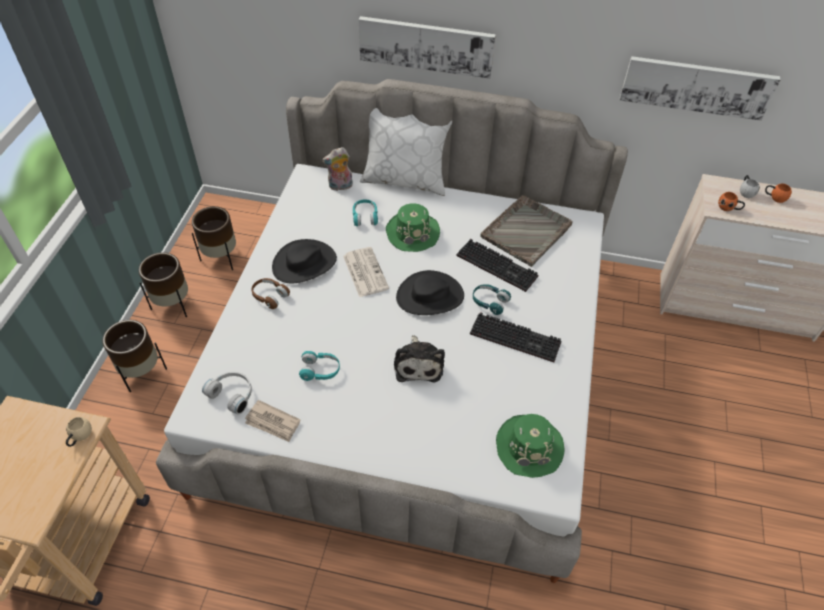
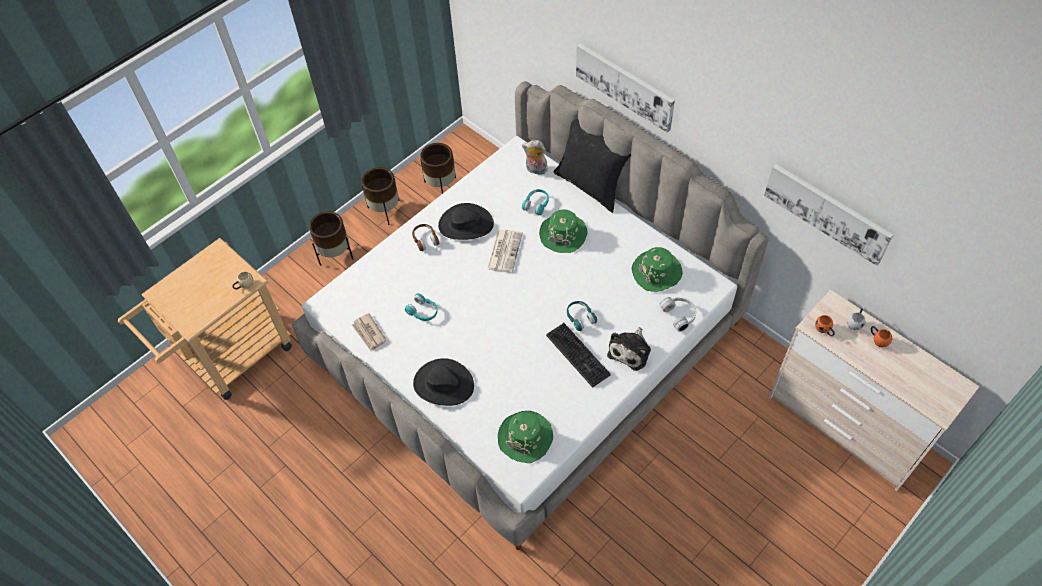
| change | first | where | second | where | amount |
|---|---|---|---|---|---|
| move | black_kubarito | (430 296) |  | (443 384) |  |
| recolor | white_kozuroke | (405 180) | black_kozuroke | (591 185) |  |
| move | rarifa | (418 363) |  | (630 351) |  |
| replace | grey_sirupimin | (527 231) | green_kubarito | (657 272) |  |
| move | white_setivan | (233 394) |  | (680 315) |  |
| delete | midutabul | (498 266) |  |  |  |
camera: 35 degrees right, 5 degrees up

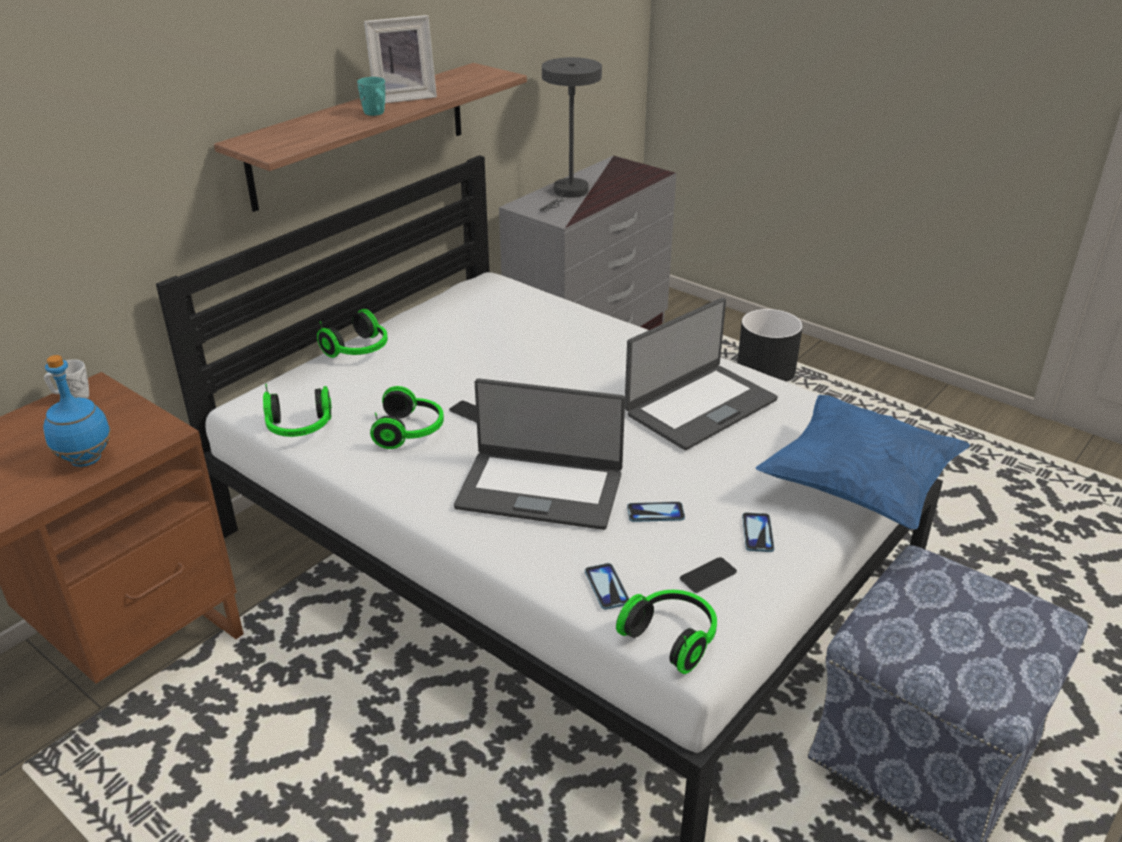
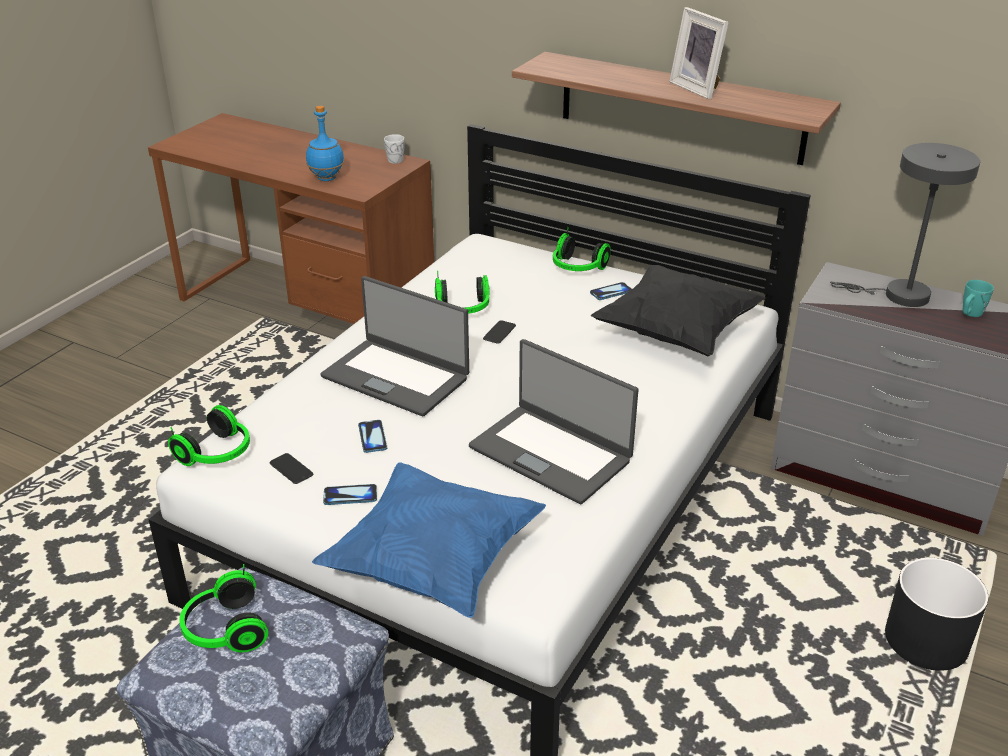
| change | first | where | second | where | amount |
|---|---|---|---|---|---|
| move | setivan | (299 429) |  | (224 630) |  |
| rotate | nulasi | (540 489) |  | (396 376) | 60 degrees counterclockwise |
| move | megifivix | (606 587) |  | (611 292) |  |
| insert |  |  | black_kozuroke | (676 333) |  |
| move | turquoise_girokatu | (376 114) |  | (970 314) |  |
camera: 80 degrees right, 0 degrees up

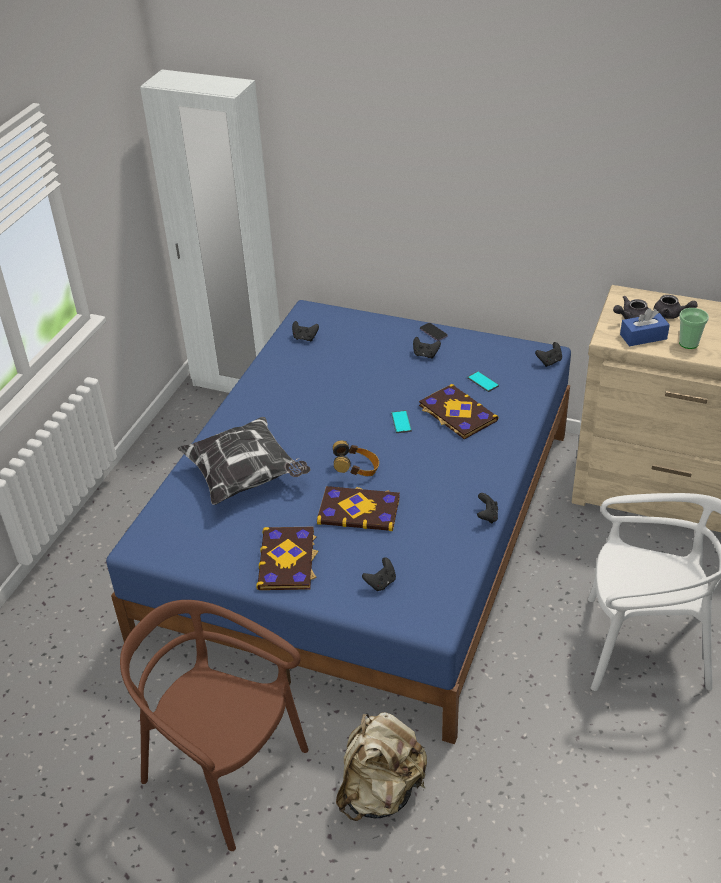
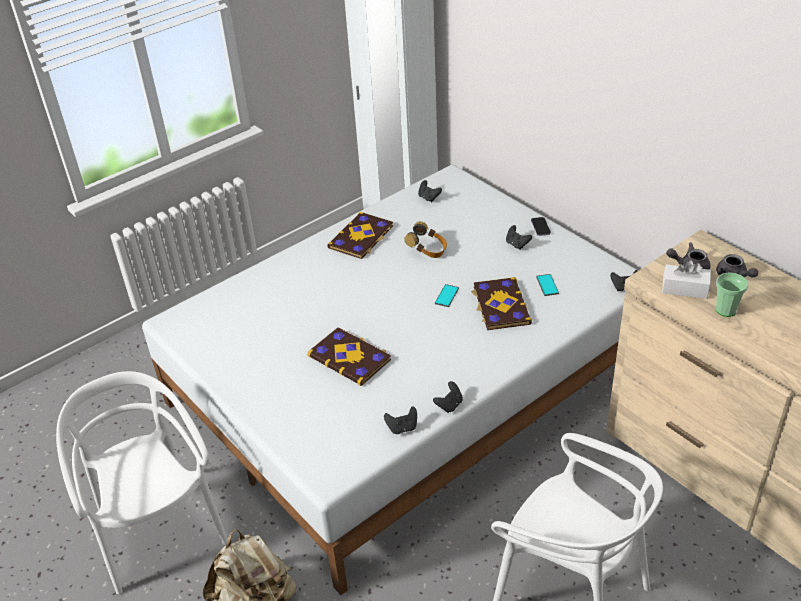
| change | first | where | second | where | amount |
|---|---|---|---|---|---|
| recolor | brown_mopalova | (224 772) | white_mopalova | (158 530) |  |
| recolor | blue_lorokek | (366 532) | white_lorokek | (407 386) |  |
| move | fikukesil | (288 560) |  | (361 237) |  |
| move | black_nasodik | (381 583) |  | (402 428) |  |
| move | setivan | (356 470) |  | (428 251) |  |
| recolor | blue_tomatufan | (643 337) | white_tomatufan | (685 288) |  |
| delete | kozuroke | (245 477) |  |  |  |
camera: 30 degrees right, 0 degrees up

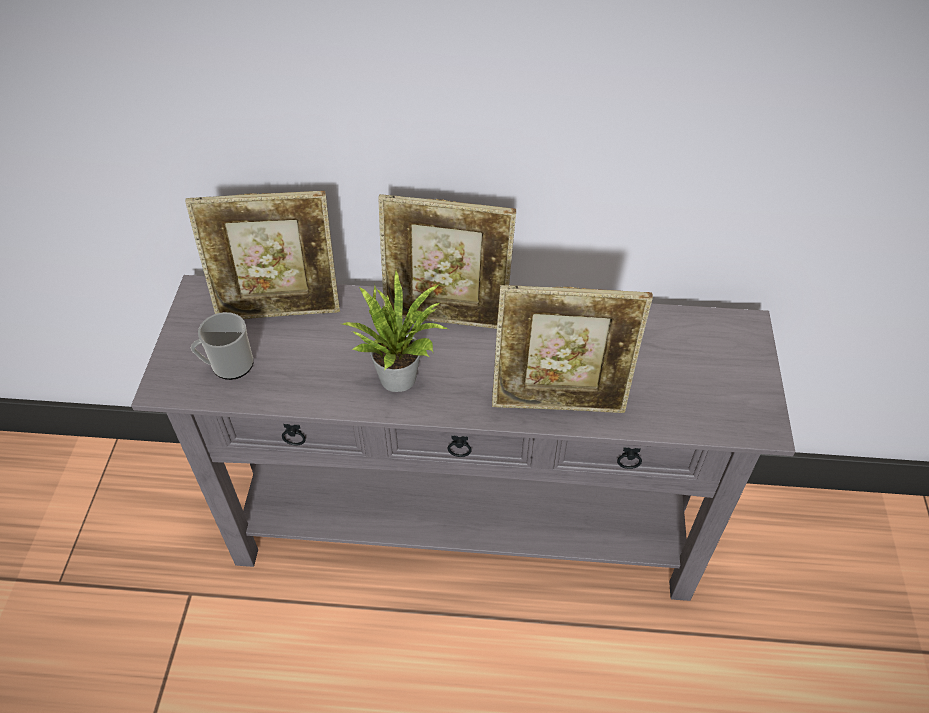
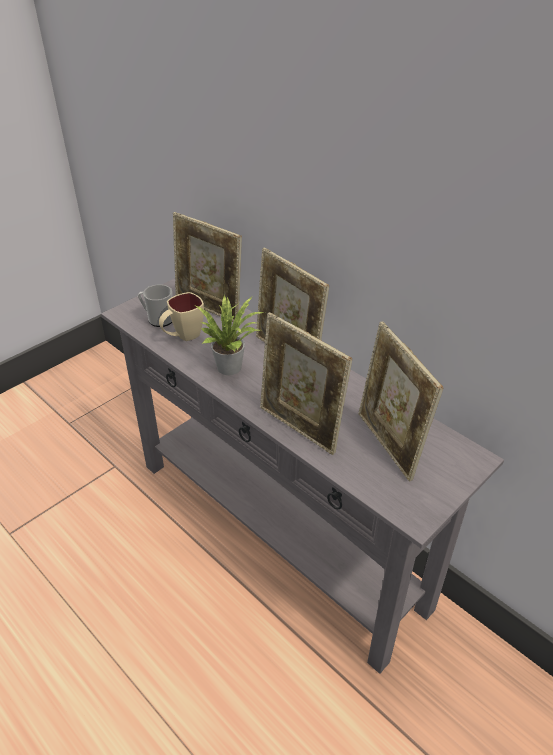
| change | first | where | second | where | amount |
|---|---|---|---|---|---|
| insert |  |  | beige_girokatu | (183 337) |  |
| insert |  |  | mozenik | (388 445) |  |
camera: 40 degrees right, 10 degrees down

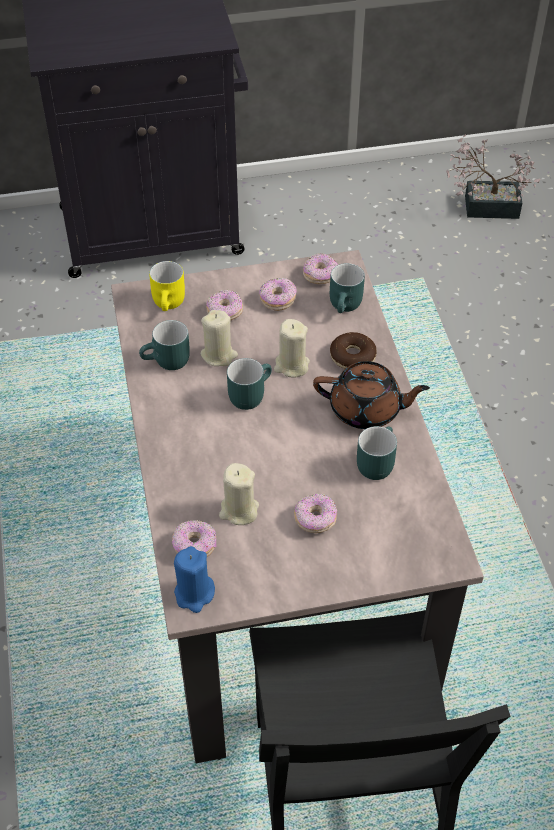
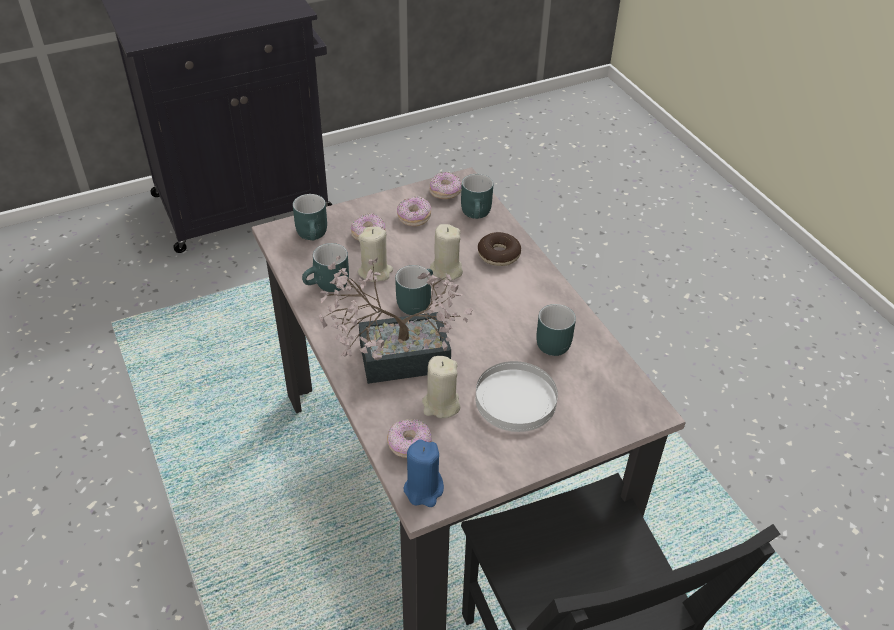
| change | first | where | second | where | amount |
|---|---|---|---|---|---|
| recolor | yellow_girokatu | (170 303) | turquoise_girokatu | (314 234) |  |
| move | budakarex | (484 206) |  | (392 358) |  |
| replace | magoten | (315 519) | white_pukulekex | (515 400) |  |
| delete | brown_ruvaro | (366 410) |  |  |  |
camera: 15 degrees left, 5 degrees down

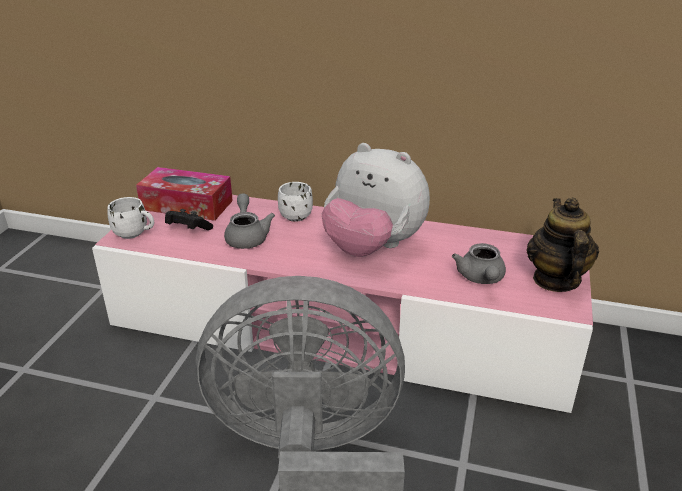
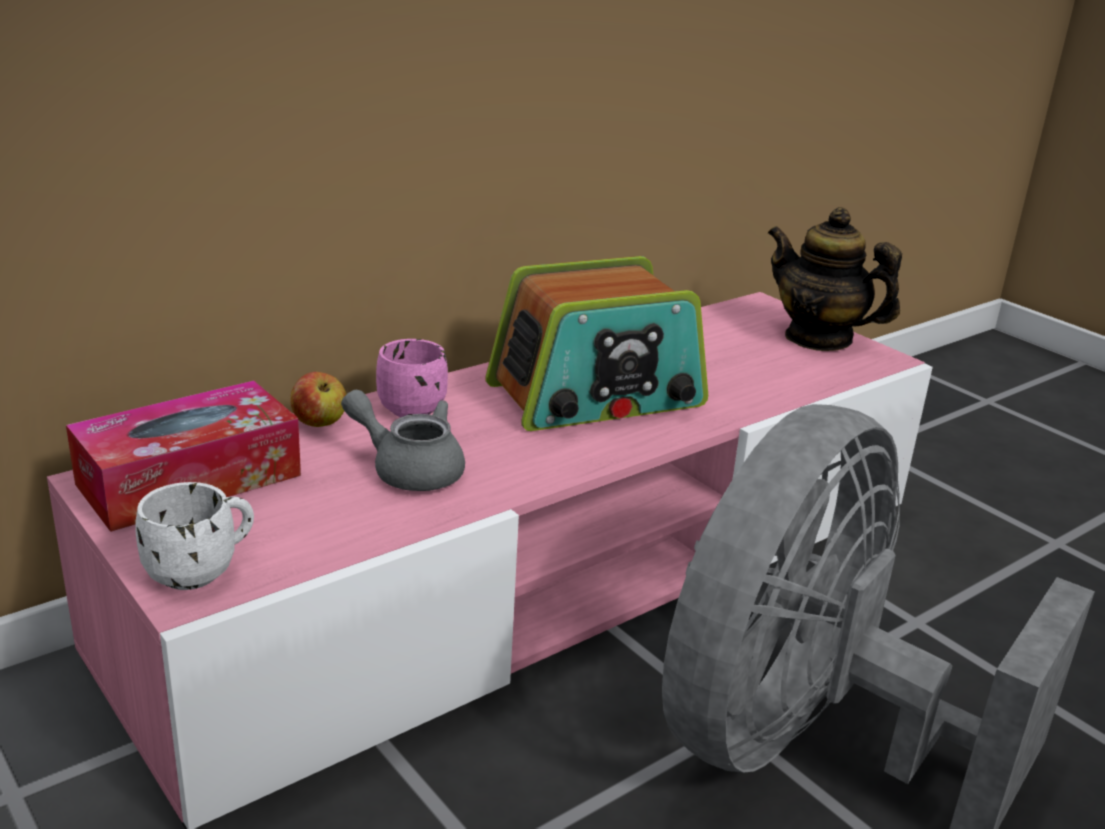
| change | first | where | second | where | amount |
|---|---|---|---|---|---|
| insert |  |  | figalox | (319 423) |  |
| recolor | white_girokatu | (298 214) | pink_girokatu | (409 405) |  |
| replace | rarifa | (373 247) | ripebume | (597 396) |  |
| delete | black_nasodik | (187 230) |  |  |  |
| delete | grey_ruvaro | (481 279) |  |  |  |
camera: 55 degrees left, 5 degrees down

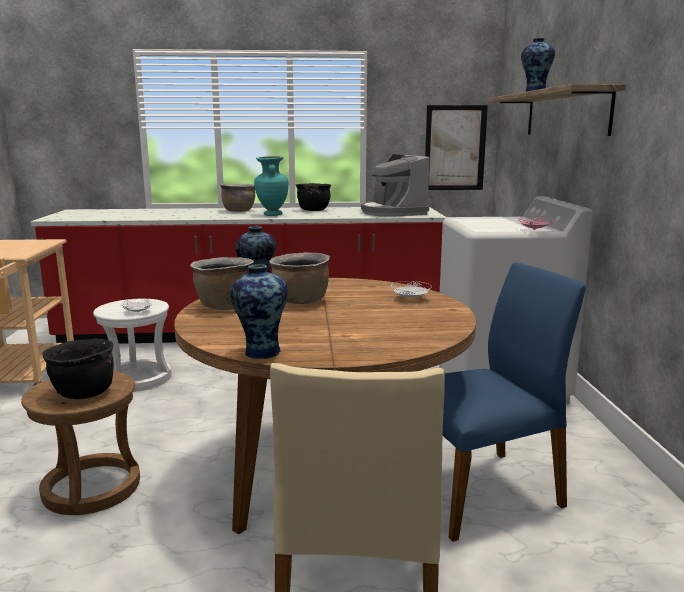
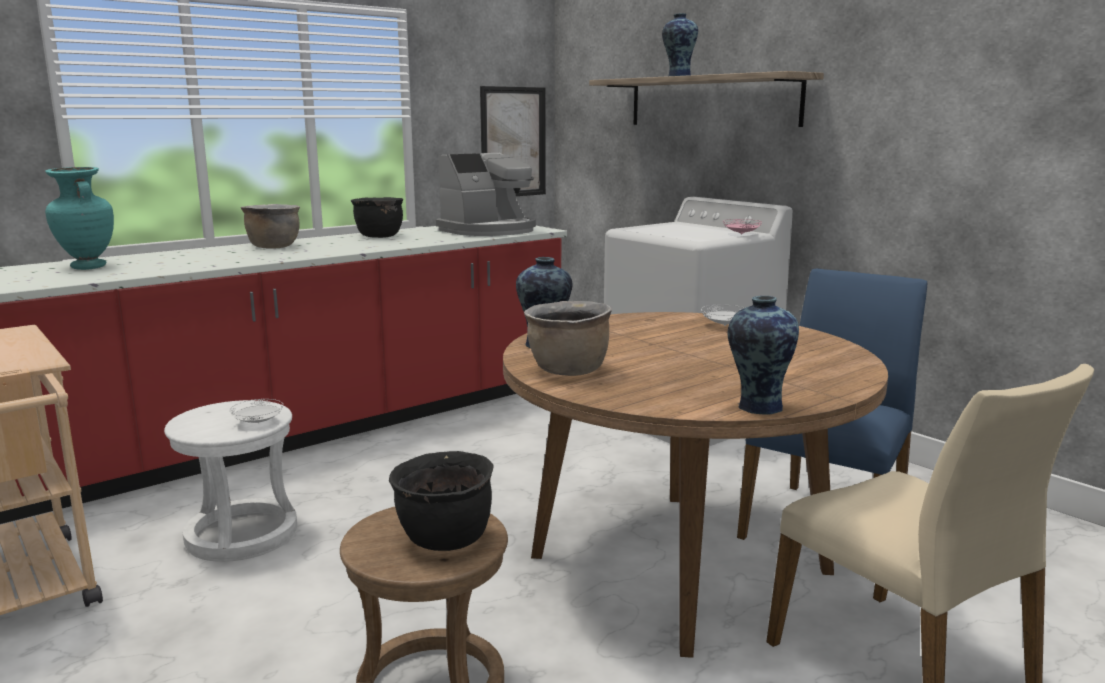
| change | first | where | second | where | amount |
|---|---|---|---|---|---|
| move | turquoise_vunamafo | (272 215) |  | (87 267) |  |
| rotate | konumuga | (392 212) |  | (489 230) | 75 degrees counterclockwise |
| delete | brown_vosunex | (301 301) |  |  |  |
camera: 35 degrees left, 0 degrees up

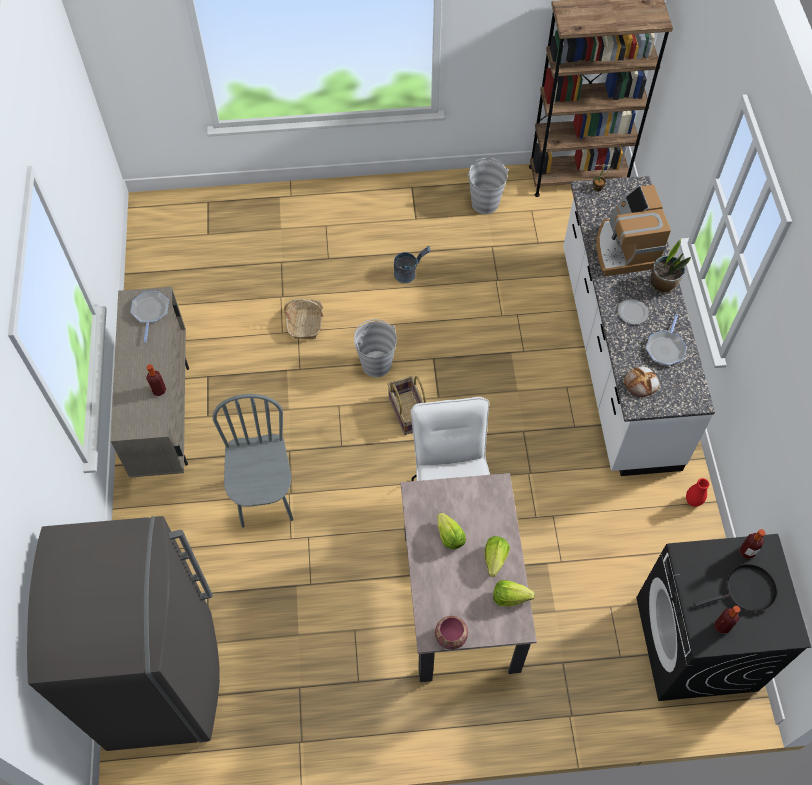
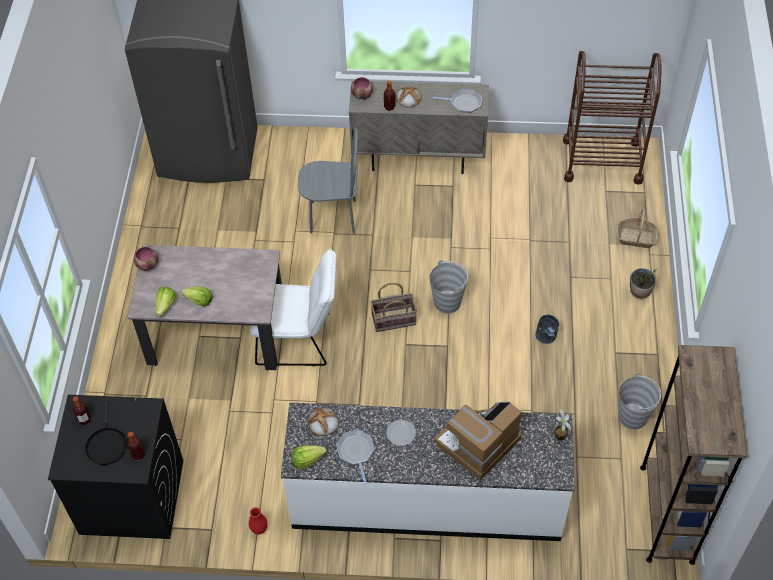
| change | first | where | second | where | amount |
|---|---|---|---|---|---|
| move | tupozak | (449 536) |  | (307 460) |  |
| rotate | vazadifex | (665 348) |  | (356 452) | 45 degrees clockwise |
| insert |  |  | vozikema | (362 95) |  |
| insert |  |  | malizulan | (408 98) |  |
| rotate | konumuga | (625 249) |  | (478 444) | 45 degrees counterclockwise |
| insert |  |  | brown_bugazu | (602 161) |  |
| move | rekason | (306 323) |  | (636 238) |  |
| move | budakarex | (663 284) |  | (640 291) |  |
camera: 100 degrees right, 5 degrees down

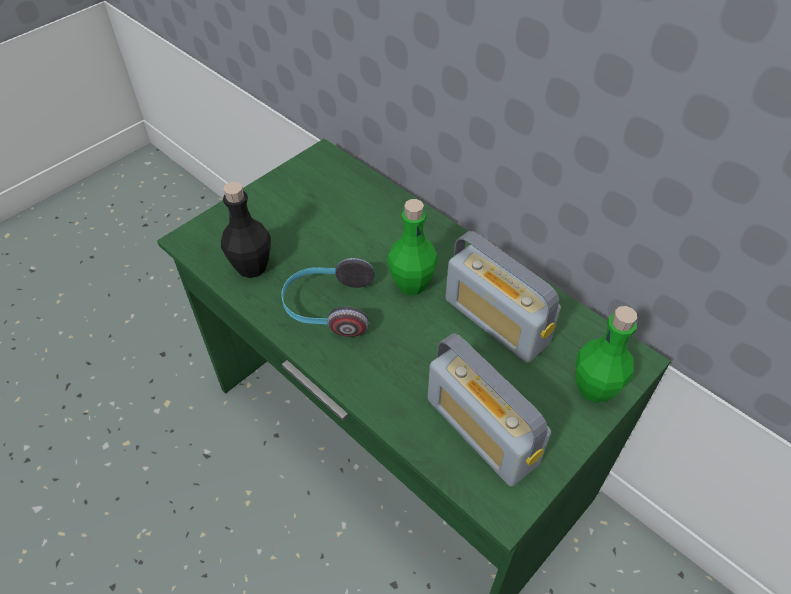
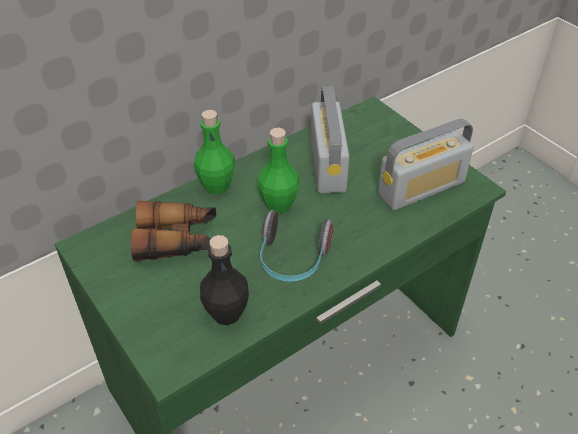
| change | first | where | second | where | amount |
|---|---|---|---|---|---|
| insert |  |  | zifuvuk | (177 239) |  |
| move | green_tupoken | (594 388) |  | (216 186) |  |
| rotate | ripebume | (496 321) |  | (327 164) | 60 degrees counterclockwise |
camera: 80 degrees left, 5 degrees down

